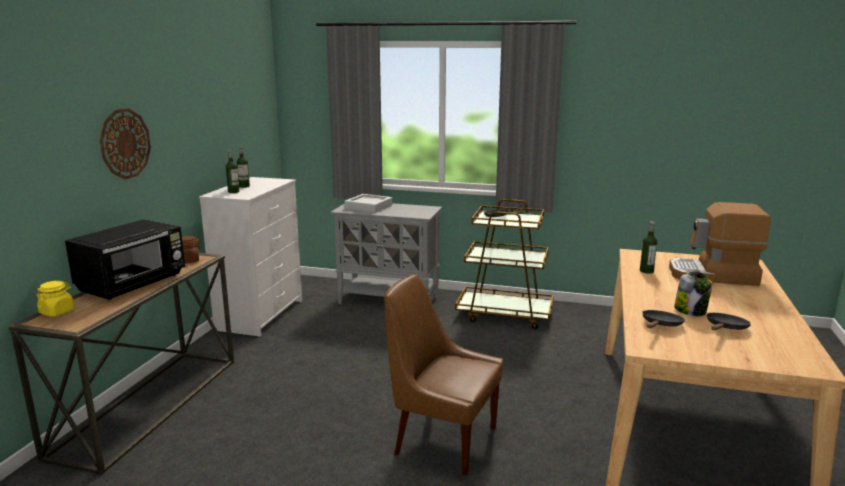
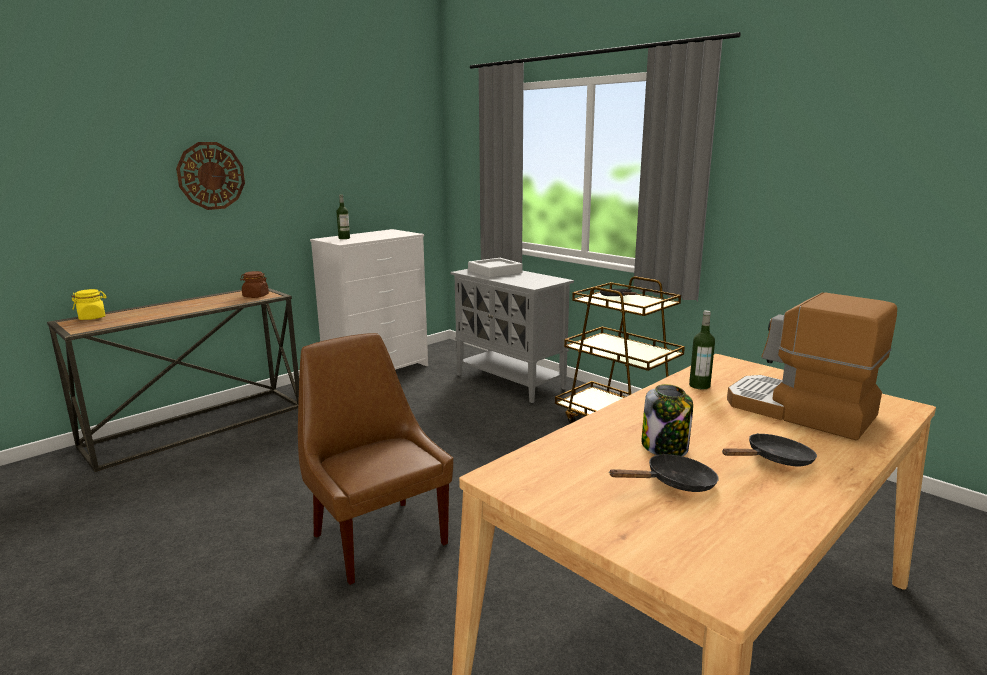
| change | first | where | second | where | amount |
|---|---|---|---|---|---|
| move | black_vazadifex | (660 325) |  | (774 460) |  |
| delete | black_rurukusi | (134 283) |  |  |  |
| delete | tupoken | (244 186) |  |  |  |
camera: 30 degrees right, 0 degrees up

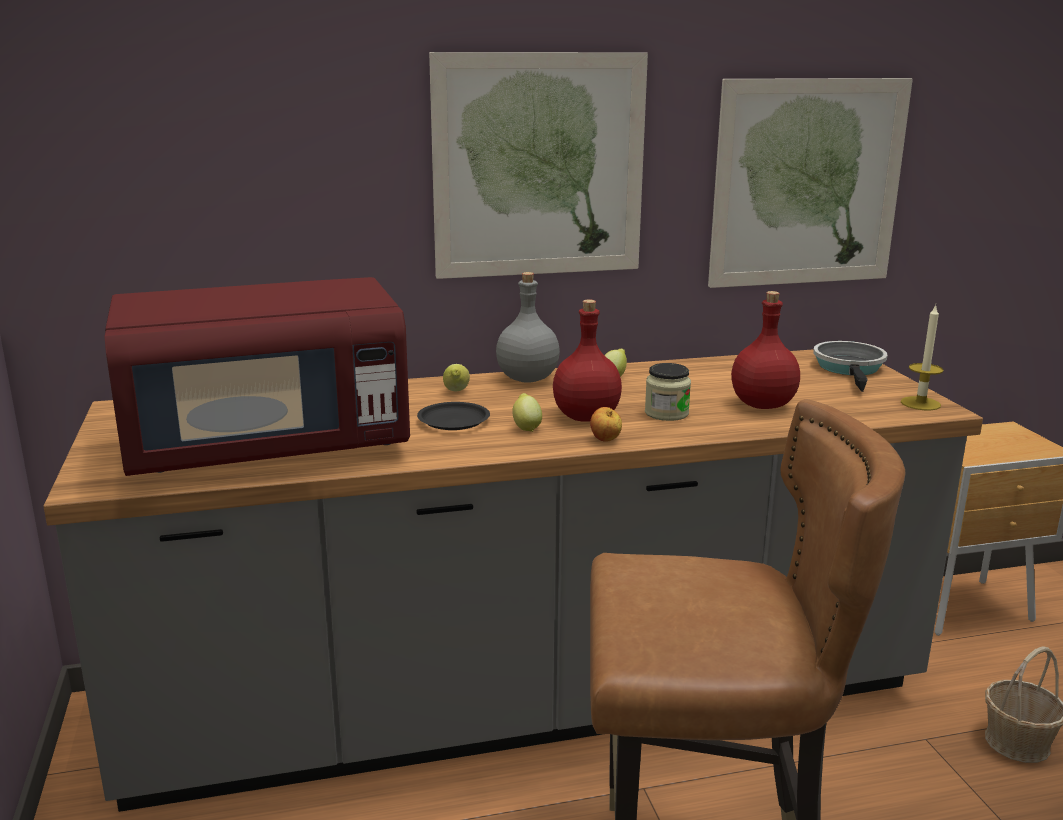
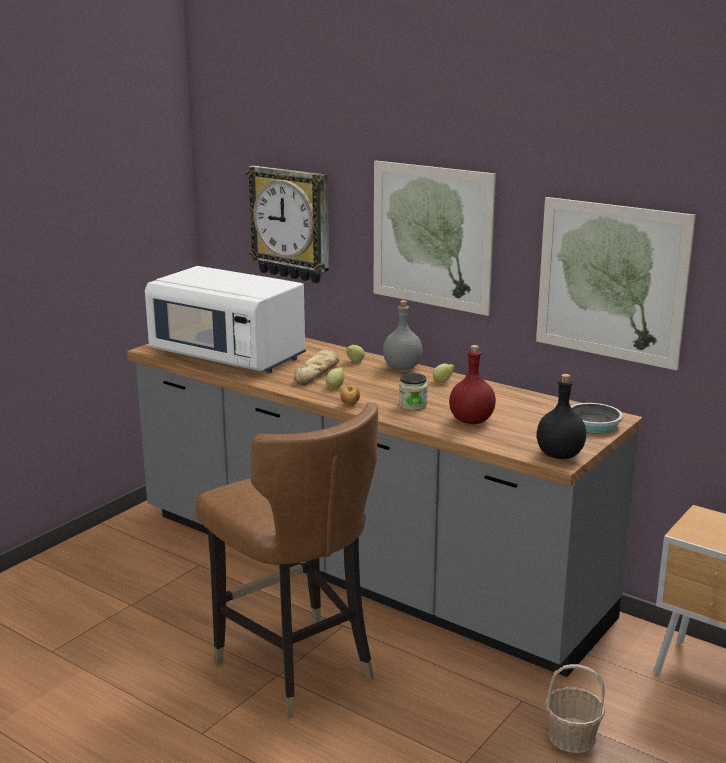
| change | first | where | second | where | amount |
|---|---|---|---|---|---|
| recolor | red_rurukusi | (268 447) | white_rurukusi | (229 357) |  |
| insert |  |  | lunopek | (291 223) |  |
| replace | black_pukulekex | (453 420) | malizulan | (317 373) |  |
| replace | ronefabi | (920 403) | black_tupoken | (560 455) |  |
| delete | red_tupoken | (586 416) |  |  |  |
camera: 50 degrees right, 0 degrees up

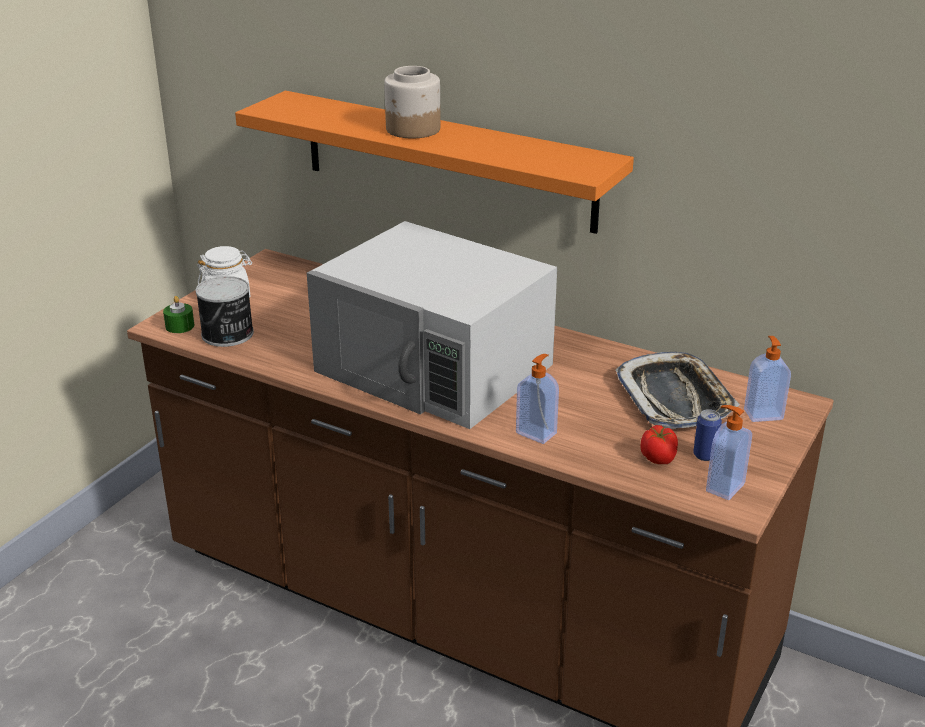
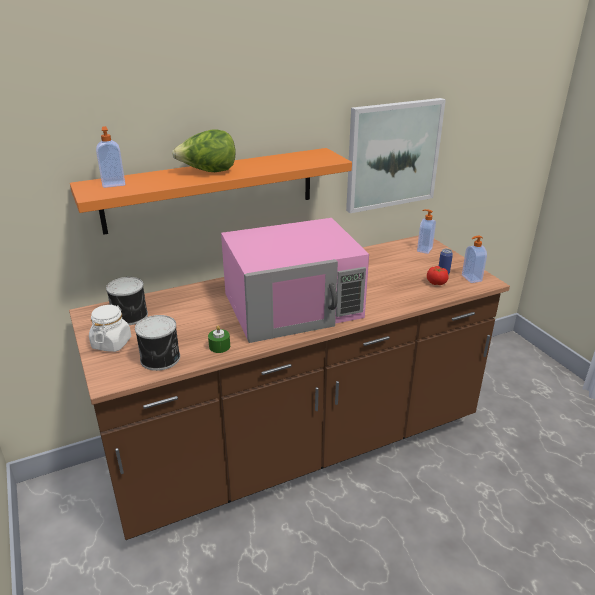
| change | first | where | second | where | amount |
|---|---|---|---|---|---|
| move | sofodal | (537 433) |  | (113 184) |  |
| insert |  |  | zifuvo | (131 315) |  |
| replace | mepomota | (413 129) | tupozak | (208 172) |  |
| move | green_ronefabi | (180 326) |  | (219 346) |  |
| recolor | white_rurukusi | (435 368) | pink_rurukusi | (294 305) |  |
| insert |  |  | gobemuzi | (392 155) |  |
| delete | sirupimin | (675 398) |  |  |  |
camera: 55 degrees left, 0 degrees up

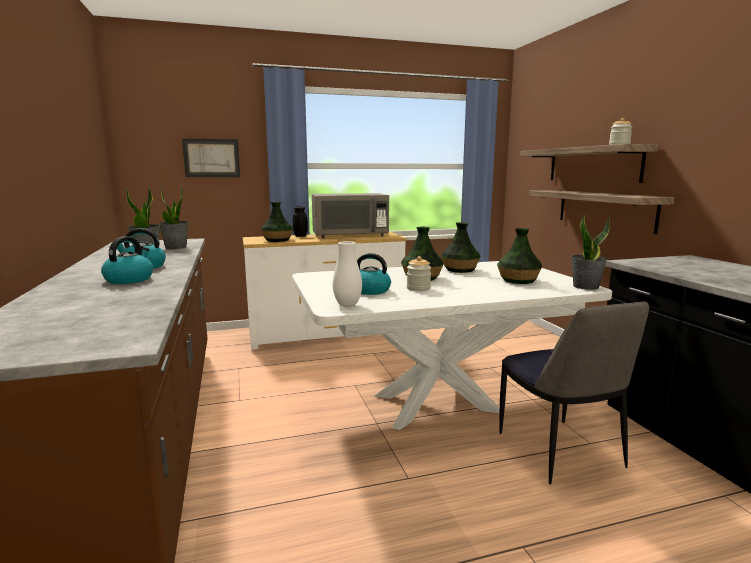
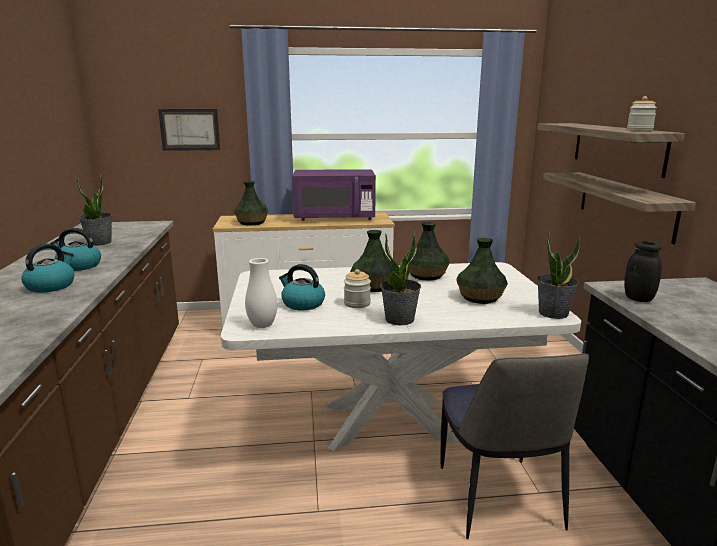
| change | first | where | second | where | amount |
|---|---|---|---|---|---|
| recolor | grey_rurukusi | (350 235) | purple_rurukusi | (334 218) |  |
| move | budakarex | (176 247) |  | (400 319) |  |
| move | black_mepomota | (300 236) |  | (638 299) |  |
camera: 10 degrees right, 5 degrees up

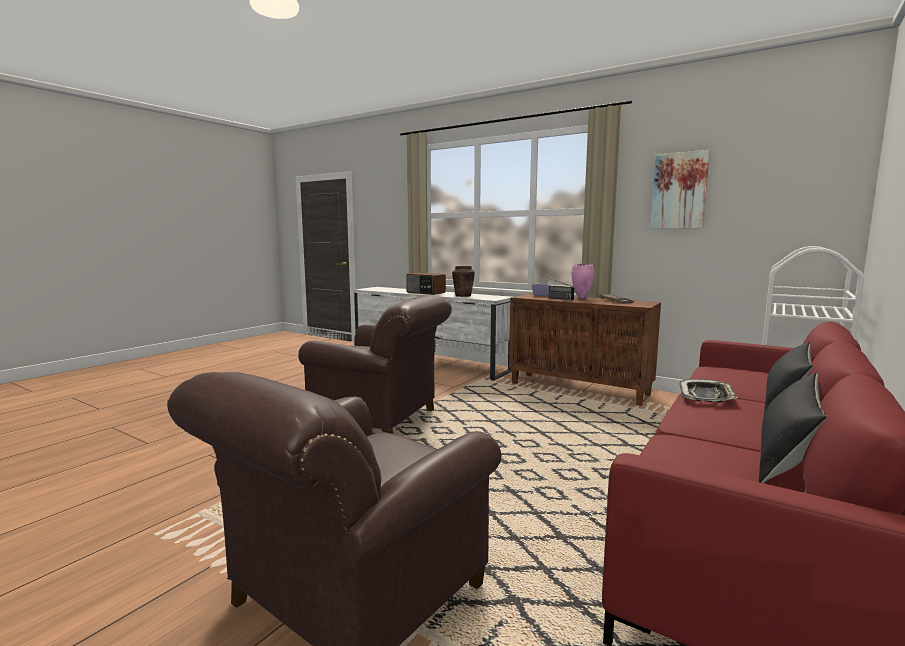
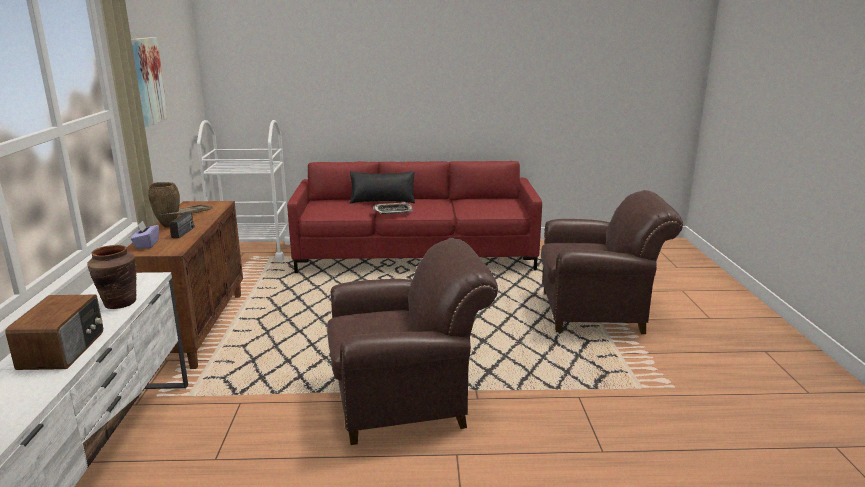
| change | first | where | second | where | amount |
|---|---|---|---|---|---|
| recolor | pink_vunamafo | (581 298) | brown_vunamafo | (169 226) |  |
| rotate | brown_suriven | (381 420) |  | (407 400) | 90 degrees clockwise |
| delete | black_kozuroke | (786 456) |  |  |  |
camera: 125 degrees left, 10 degrees up

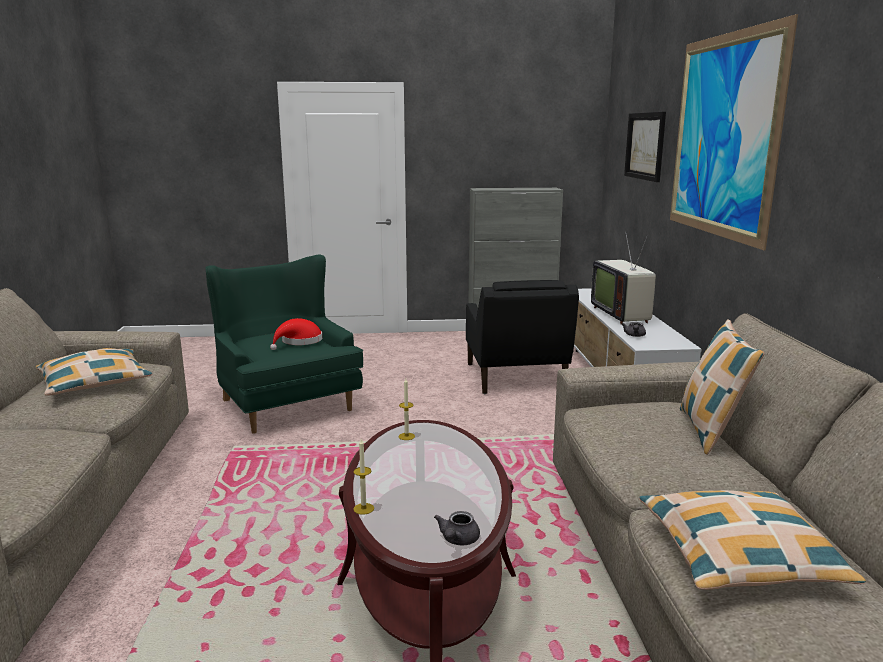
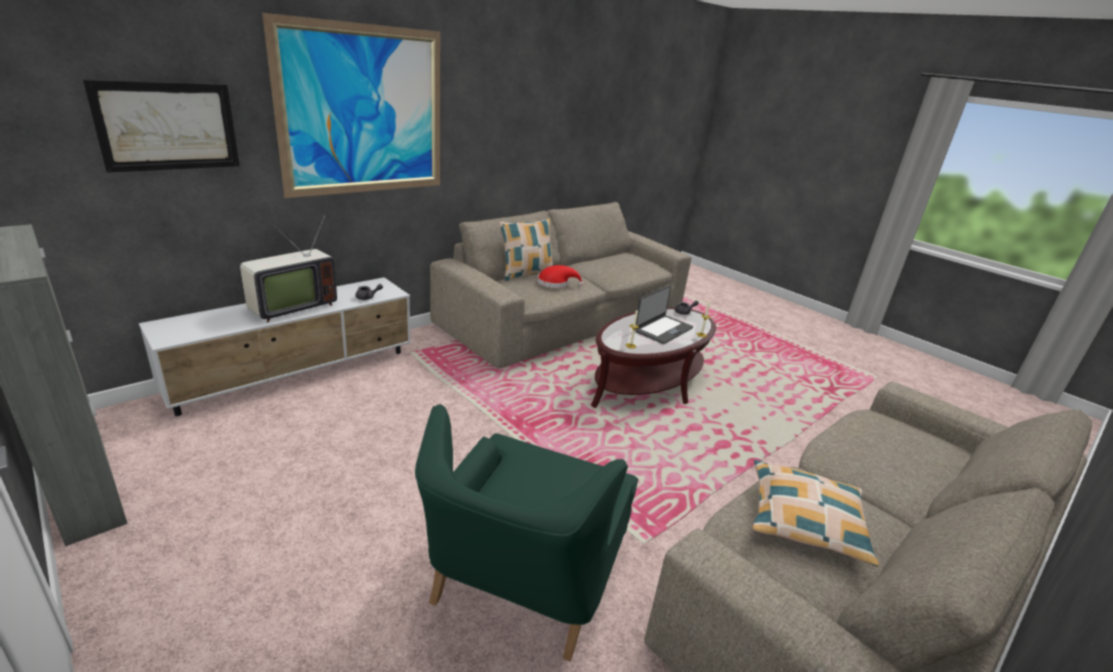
| change | first | where | second | where | amount |
|---|---|---|---|---|---|
| move | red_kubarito | (299 342) |  | (556 283) |  |
| insert |  |  | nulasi | (662 329) |  |
| delete | black_suriven | (515 378) |  |  |  |
| delete | kozuroke | (738 555) |  |  |  |
camera: 130 degrees left, 10 degrees up

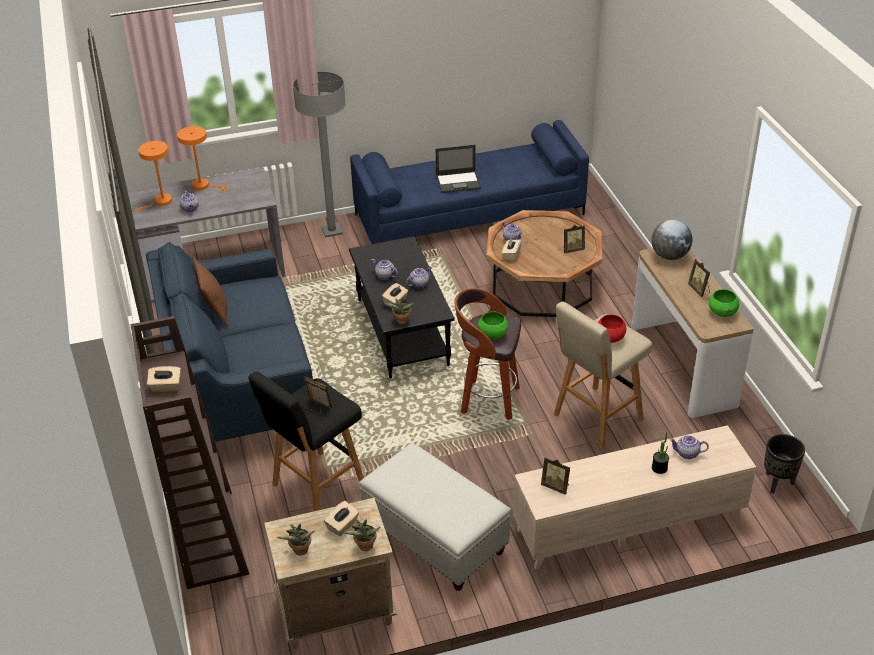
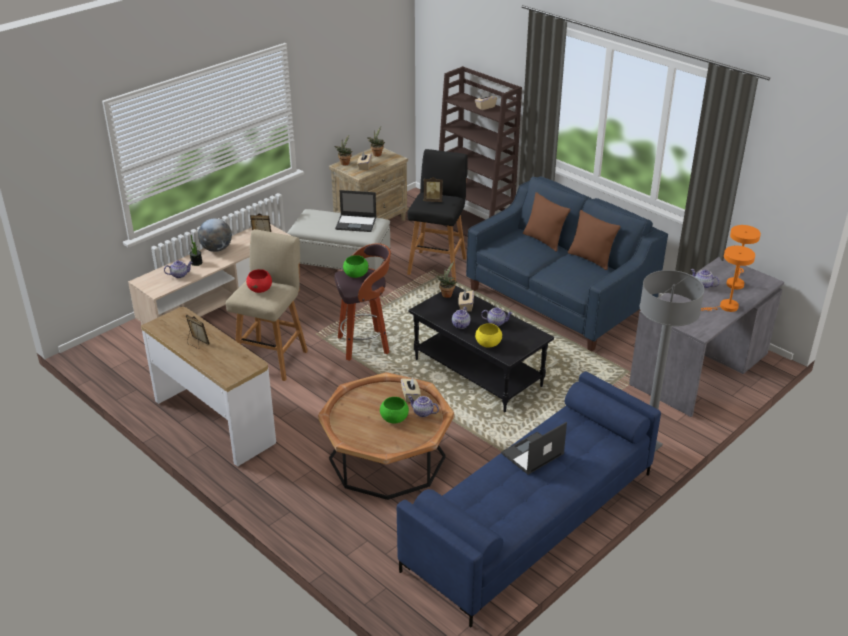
| change | first | where | second | where | amount |
|---|---|---|---|---|---|
| move | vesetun | (669 256) |  | (216 249) |  |
| insert |  |  | nulasi | (356 223) |  |
| move | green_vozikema | (722 312) |  | (394 419) |  |
| insert |  |  | yellow_vozikema | (488 344) |  |
| insert |  |  | brown_kozuroke | (544 240) |  |
| delete | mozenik | (572 249) |  |  |  |
| delete | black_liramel | (777 482) |  |  |  |
camera: 150 degrees right, 5 degrees down

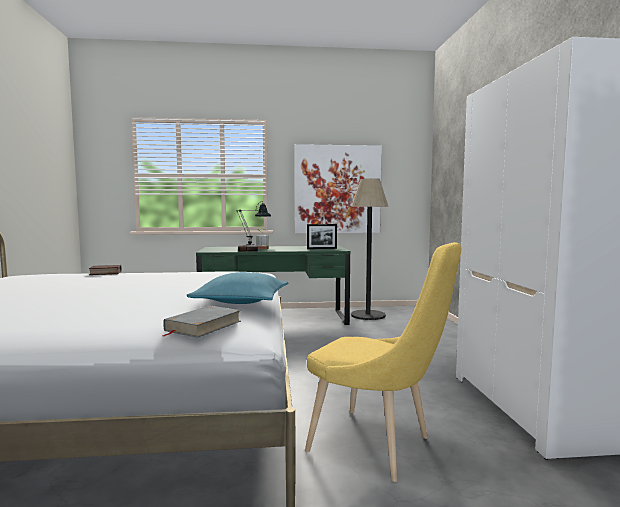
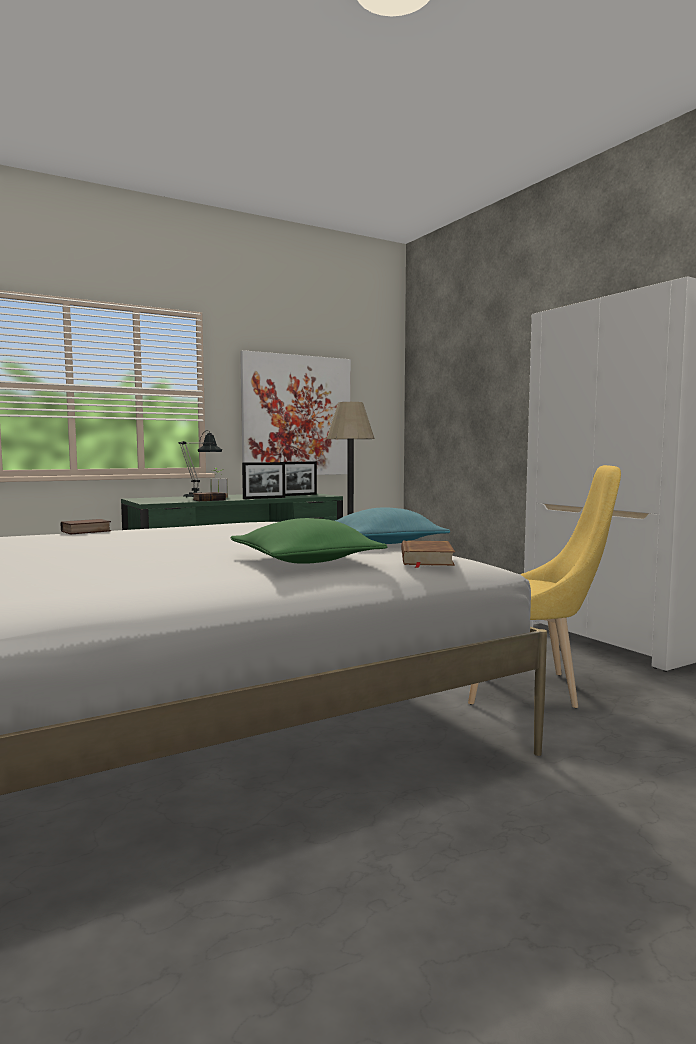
| change | first | where | second | where | amount |
|---|---|---|---|---|---|
| insert |  |  | green_kozuroke | (305 561) |  |
| insert |  |  | mozenik | (264 498) |  |
| recolor | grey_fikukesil | (203 326) | brown_fikukesil | (426 559) |  |
camera: 25 degrees left, 0 degrees up

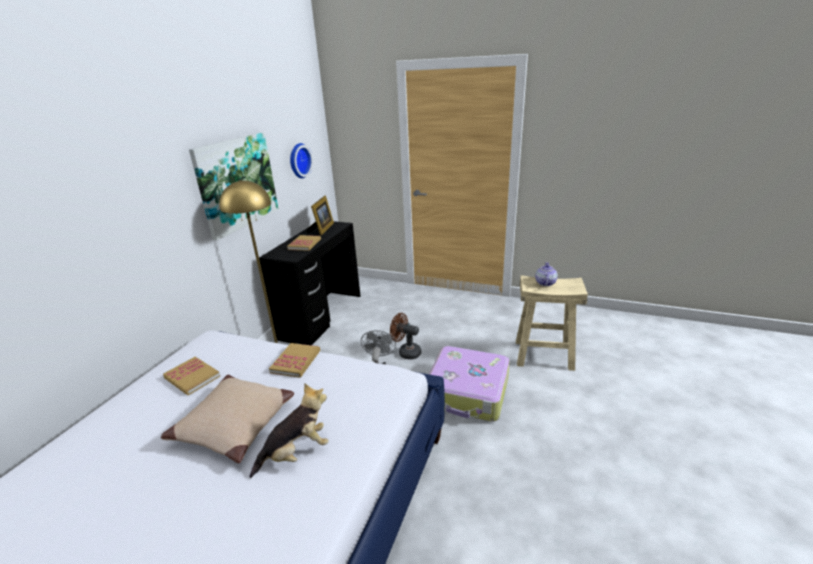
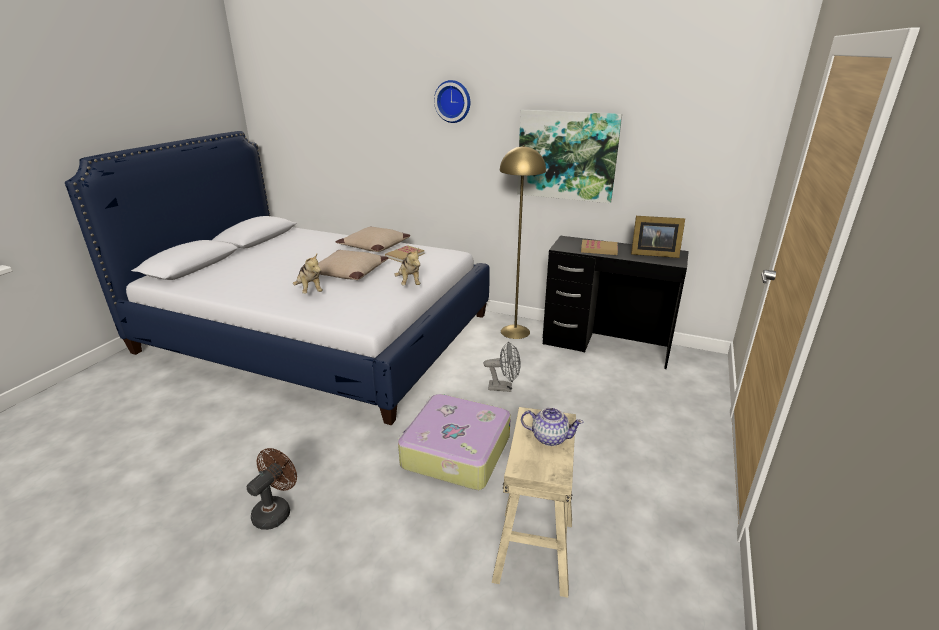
| change | first | where | second | where | amount |
|---|---|---|---|---|---|
| move | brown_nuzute | (406 352) |  | (276 511) |  |
| insert |  |  | beige_kozuroke | (374 246) |  |
| replace | fikukesil | (296 361) | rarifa | (409 283) |  |
| move | lunopek | (298 160) |  | (453 101) |  |
camera: 90 degrees right, 0 degrees up

